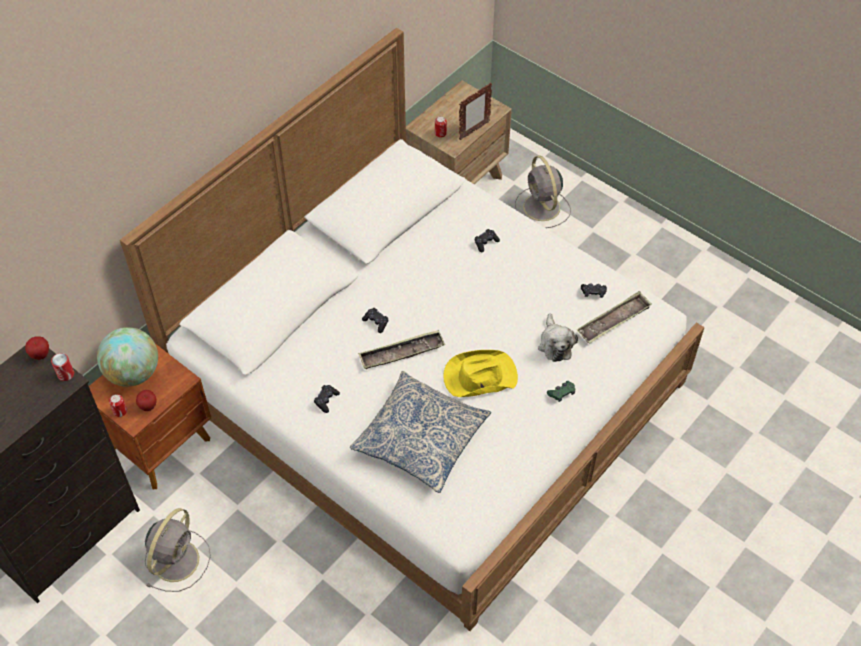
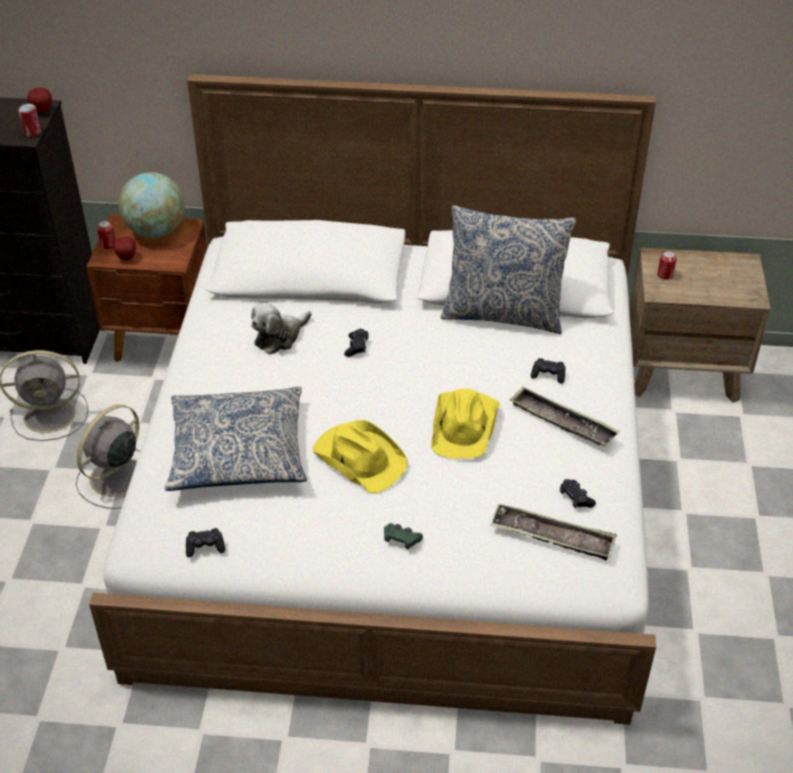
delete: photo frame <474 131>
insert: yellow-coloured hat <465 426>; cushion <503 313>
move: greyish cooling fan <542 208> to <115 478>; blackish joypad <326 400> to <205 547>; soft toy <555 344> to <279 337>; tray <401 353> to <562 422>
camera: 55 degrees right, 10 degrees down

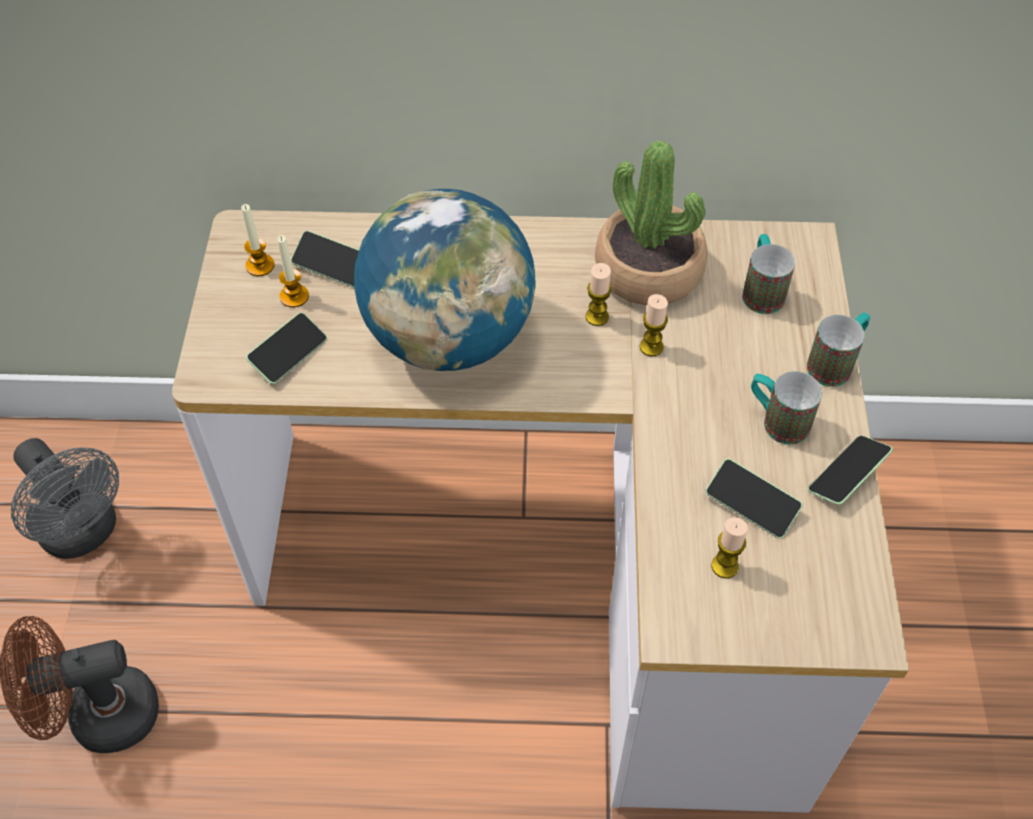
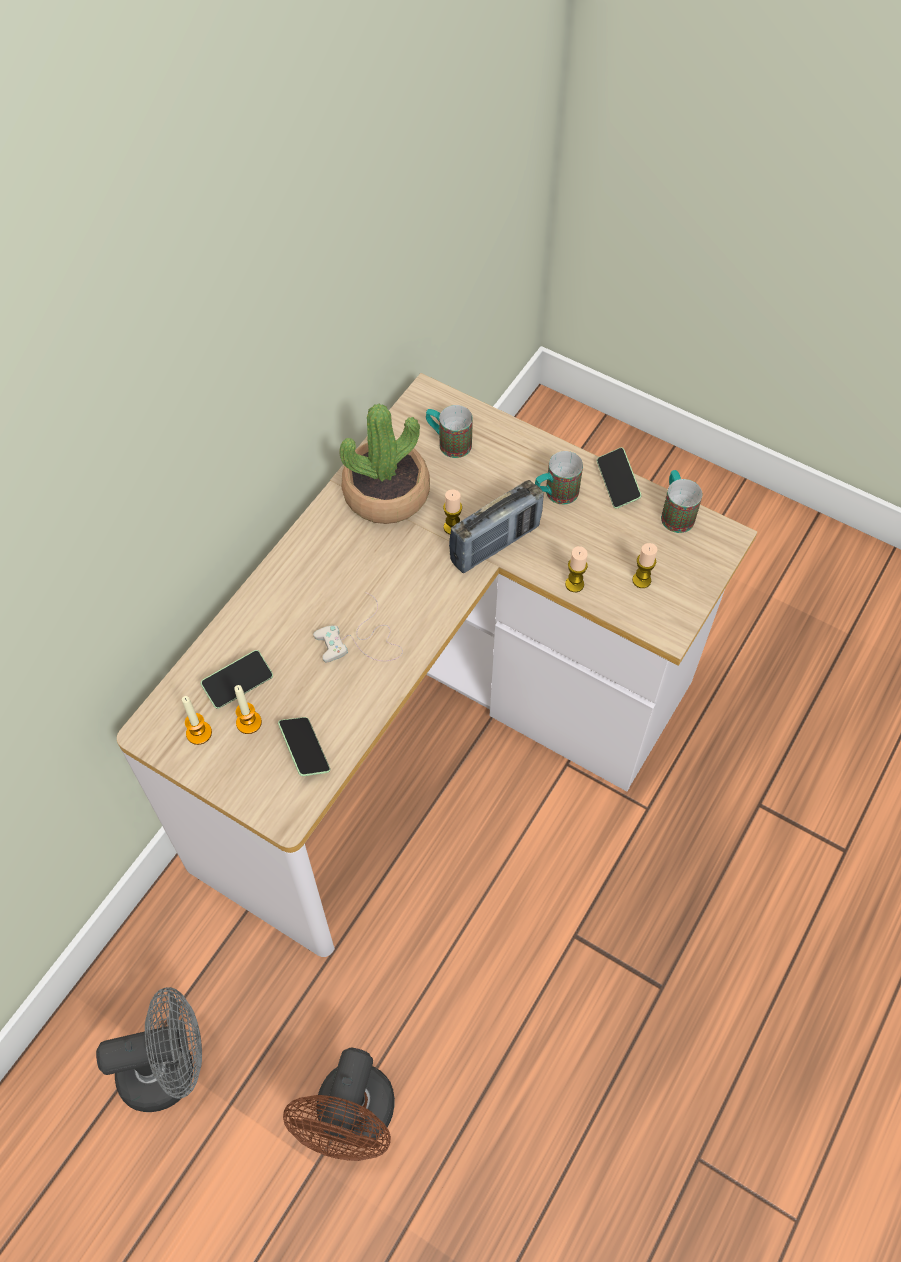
delete: phone <751 505>
insert: radio receiver <495 544>
move: wax candle <597 317> to <574 584>; mug <835 363> to <675 513>
replace: globe <449 338> to white-coloured joypad <361 640>
camera: 60 degrees left, 5 degrees up

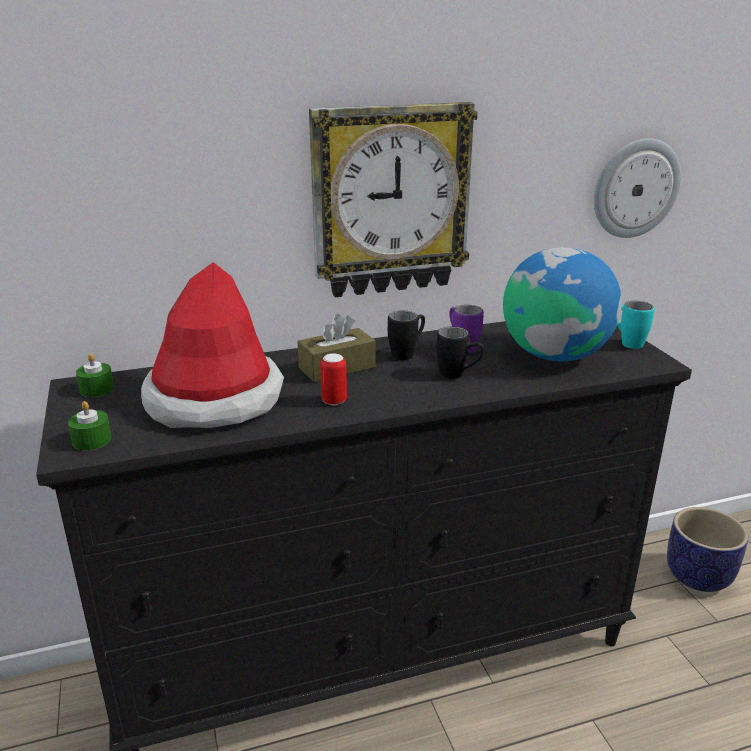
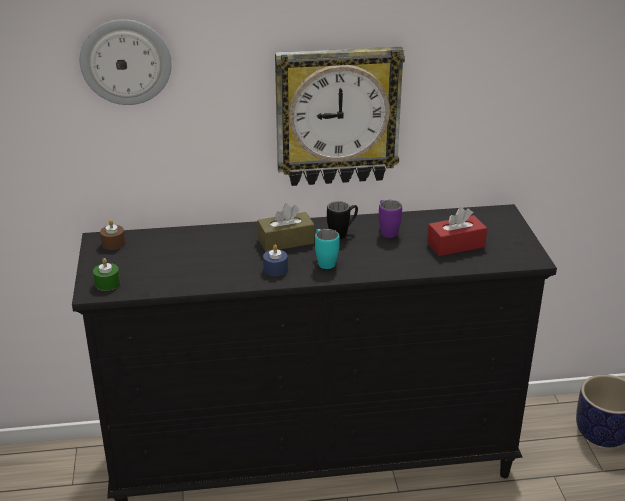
delete: hat <214 399>; blackish mug <458 375>
move: hanging clock <635 188> to <126 62>; turquoise-coloured mug <626 342> to <324 261>
replace: can <334 401> to blue-coloured wax candle <275 269>; globe <554 355> to red tissue box <456 245>
recolor: green wax candle <97 389> to brown wax candle <113 244>
camera: 10 degrees right, 5 degrees up

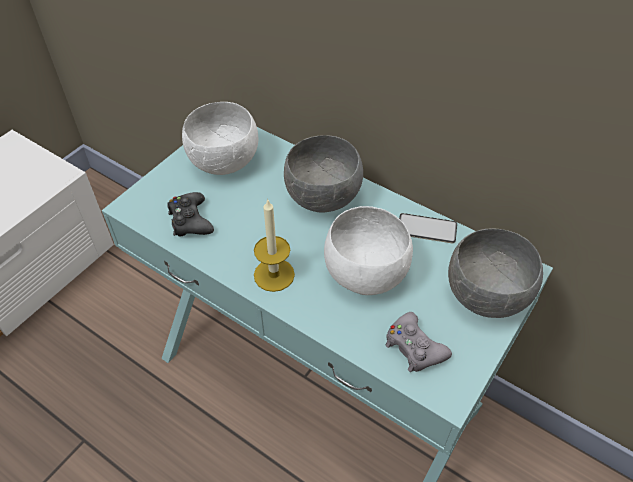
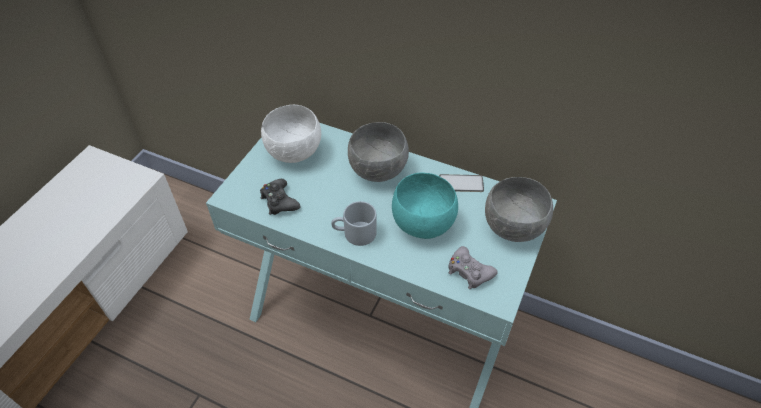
replace: wax candle <274 275> to greyish mug <354 233>
recolor: white-coloured bowl <364 273> to turquoise-coloured bowl <421 223>
camera: 10 degrees left, 0 degrees up

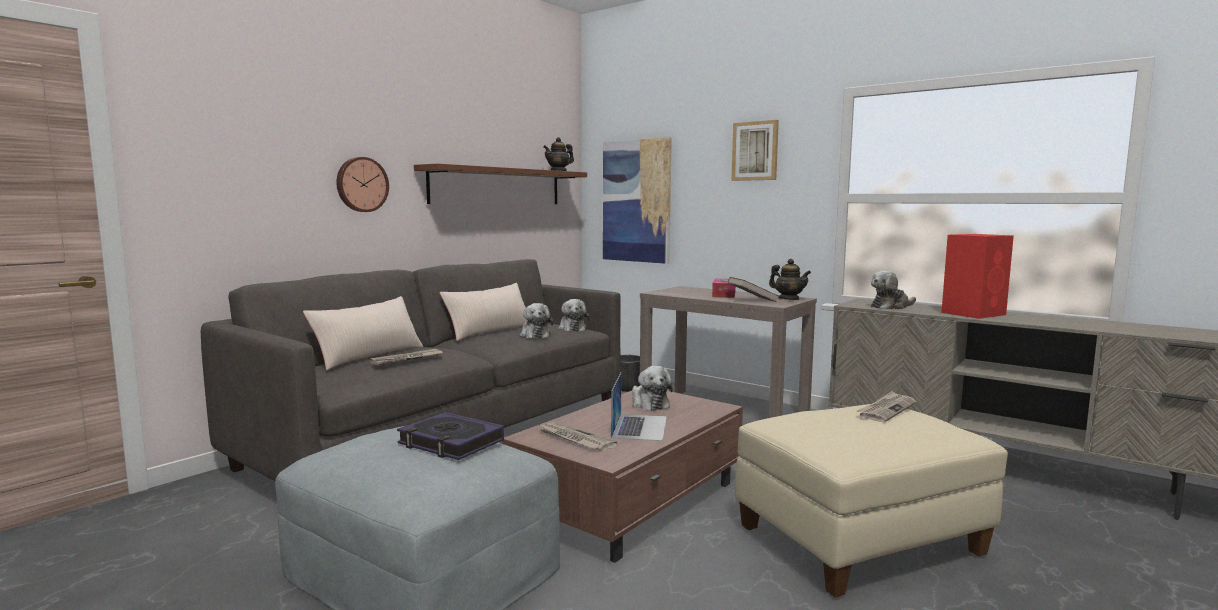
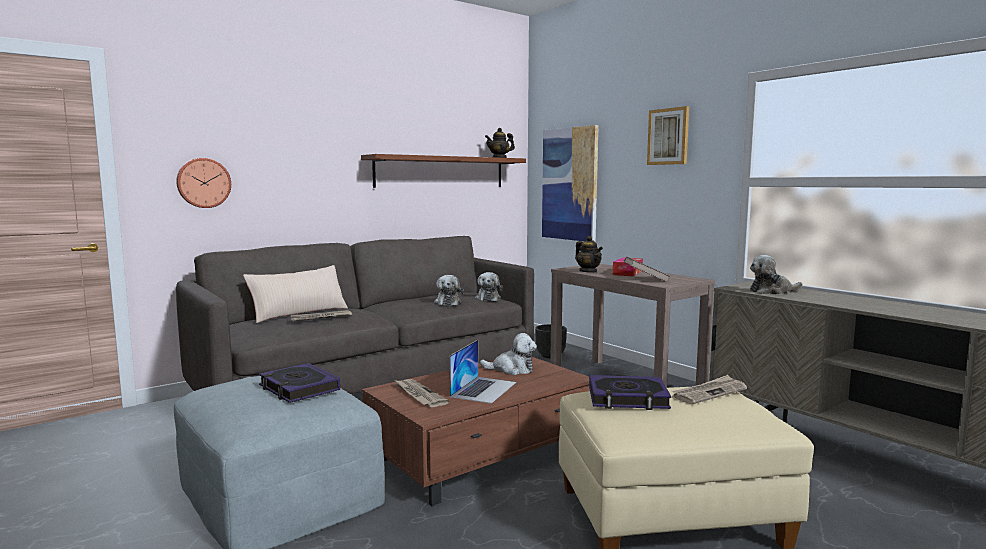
delete: beige cushion <489 331>; red audio speaker <974 313>
insert: bound book <627 398>
move: hanging clock <361 184> to <203 183>; pot for tea <789 299> to <588 271>
rotate: soft toy <649 403> = <512 369> 75 degrees counterclockwise
camera: 15 degrees right, 0 degrees up

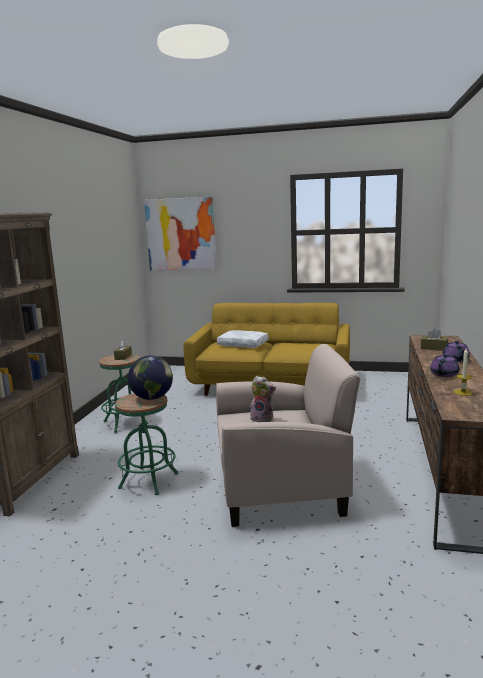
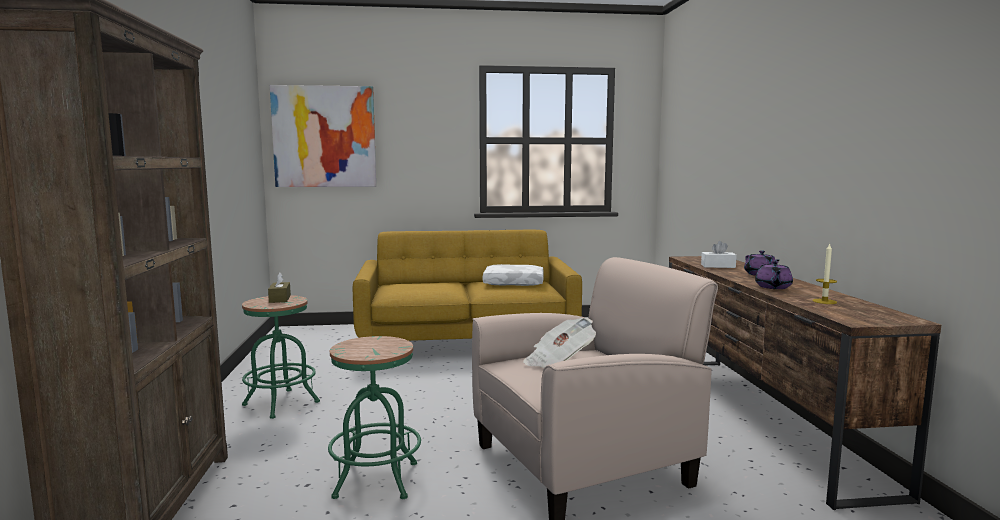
delete: globe <152 398>
move: white-coloured cushion <243 344> to <514 283>
replace: soft toy <263 418> to printed paper <558 361>
recolor: brown tissue box <434 348> to white-coloured tissue box <718 266>
camera: 20 degrees left, 5 degrees down

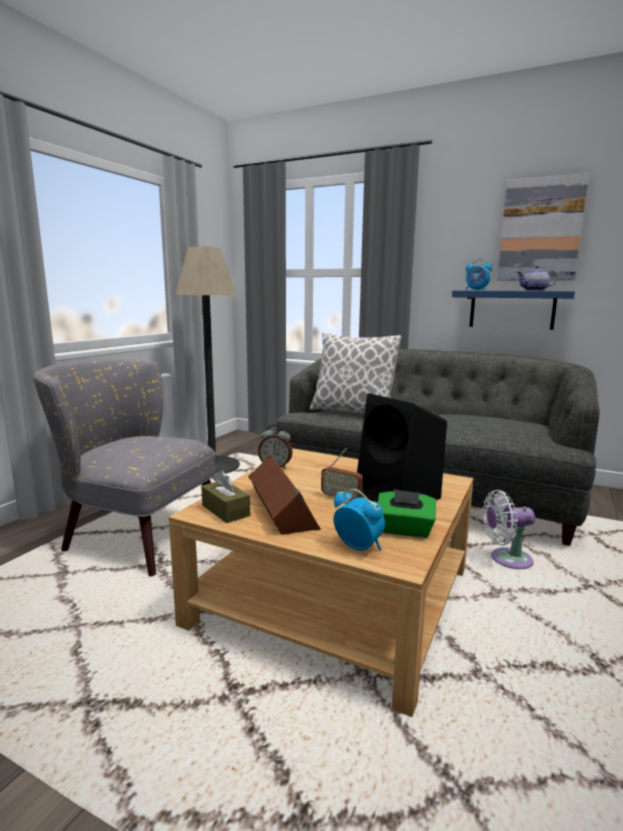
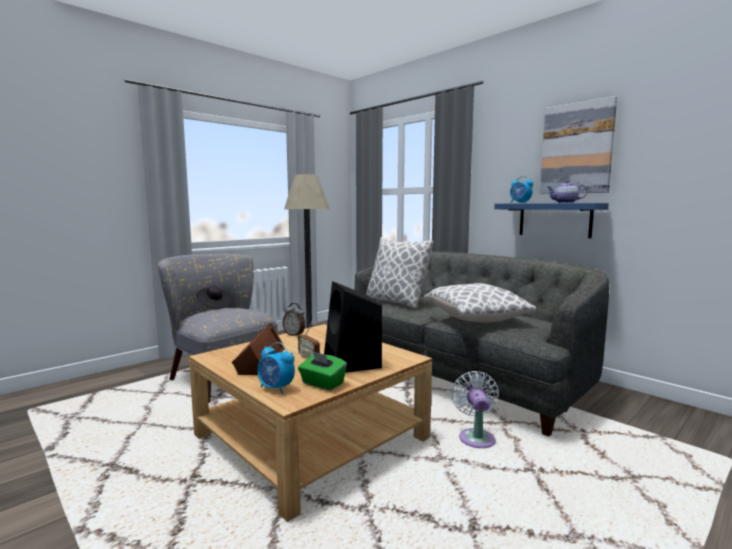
delete: brown tissue box <225 510>
insert: blackish hat <214 306>; cushion <475 319>
rotate: table clock <358 546> = <276 388> 150 degrees clockwise; white-coloured cooling fan <506 560> = <476 437> 75 degrees clockwise
camera: 20 degrees right, 5 degrees down

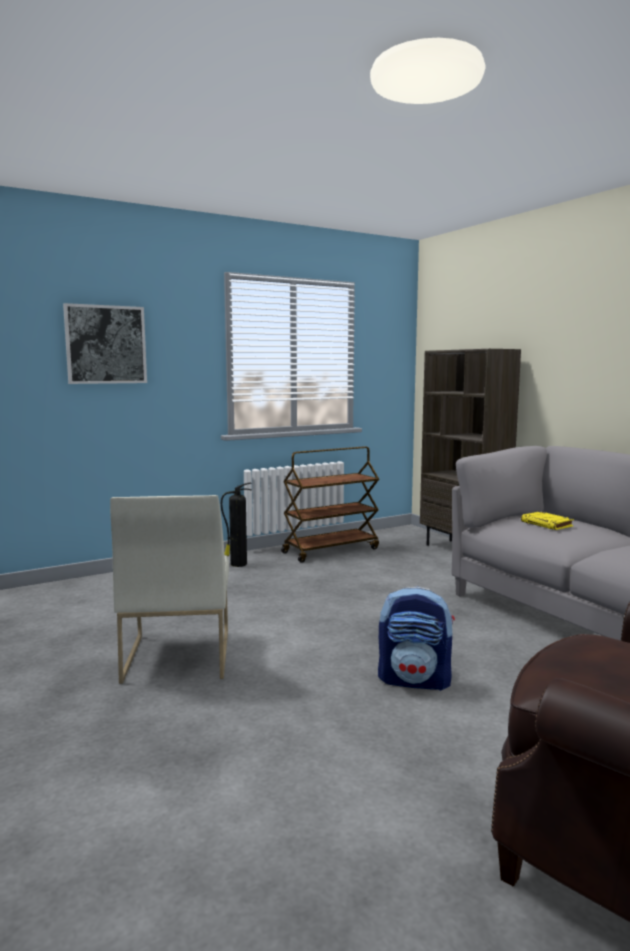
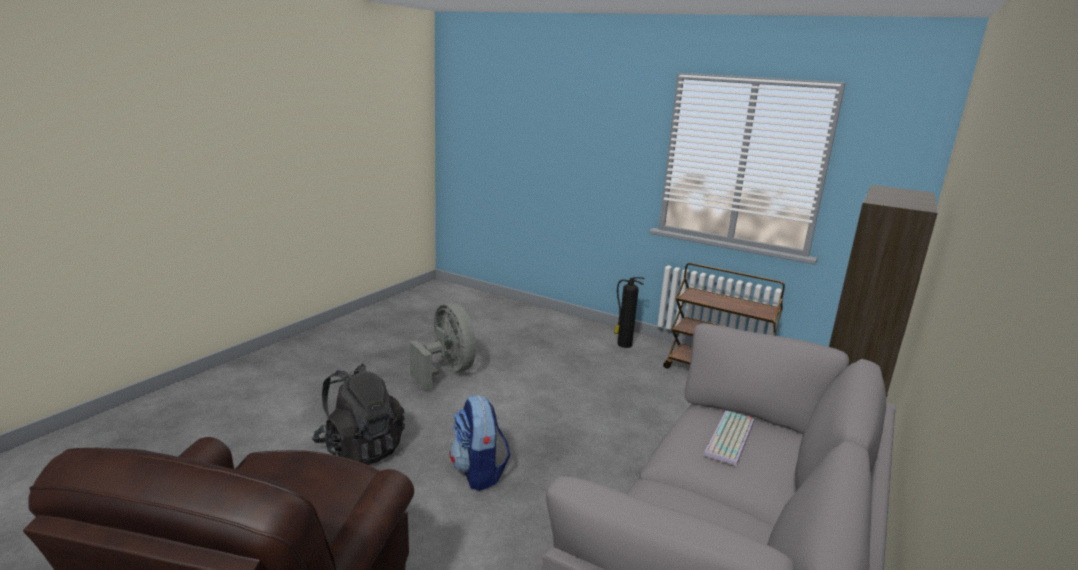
delete: wall art <106 344>
insert: blackish backpack <360 448>
replace: white-coloured plain chair <177 655> to greyish cooling fan <446 371>; yellow-coloured bound book <547 524> to computer keyboard <731 439>
camera: 60 degrees right, 10 degrees up

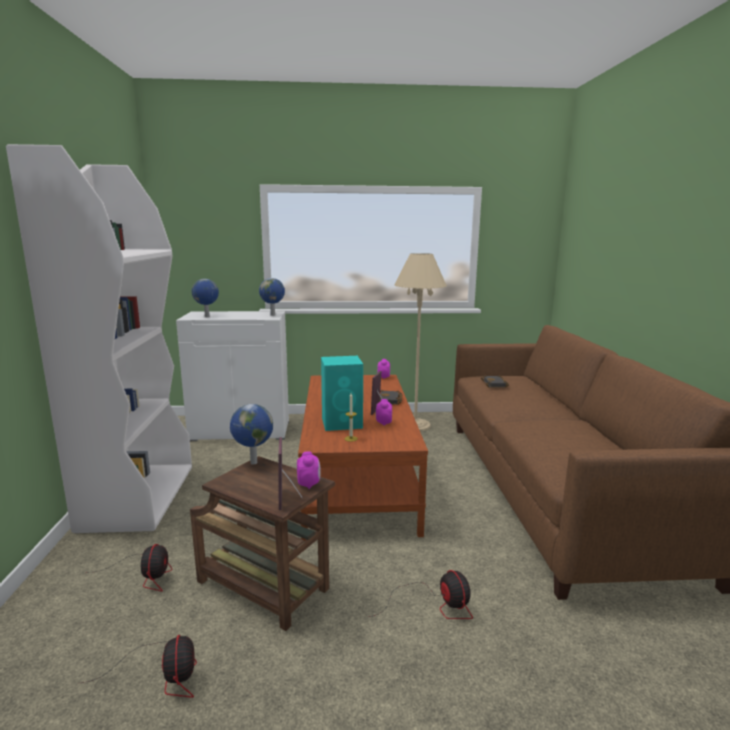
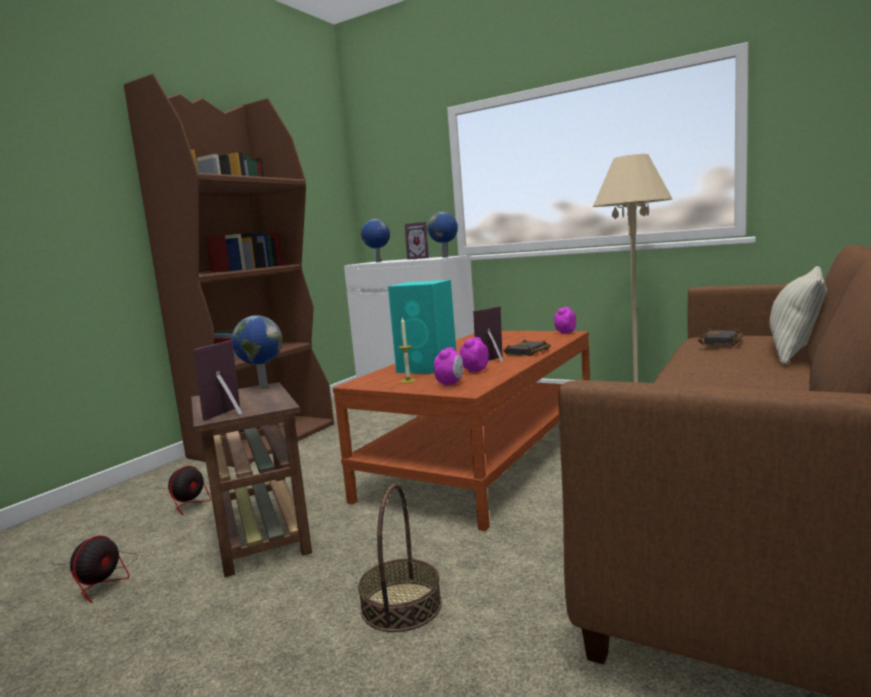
insert: photo frame <420 258>; cushion <798 350>
move: table clock <309 484> to <450 384>
replace: cooling fan <435 605> to basket <401 606>
recolor: white-coloured bookshelf <138 496> to brown bookshelf <264 440>
camera: 35 degrees right, 5 degrees down

